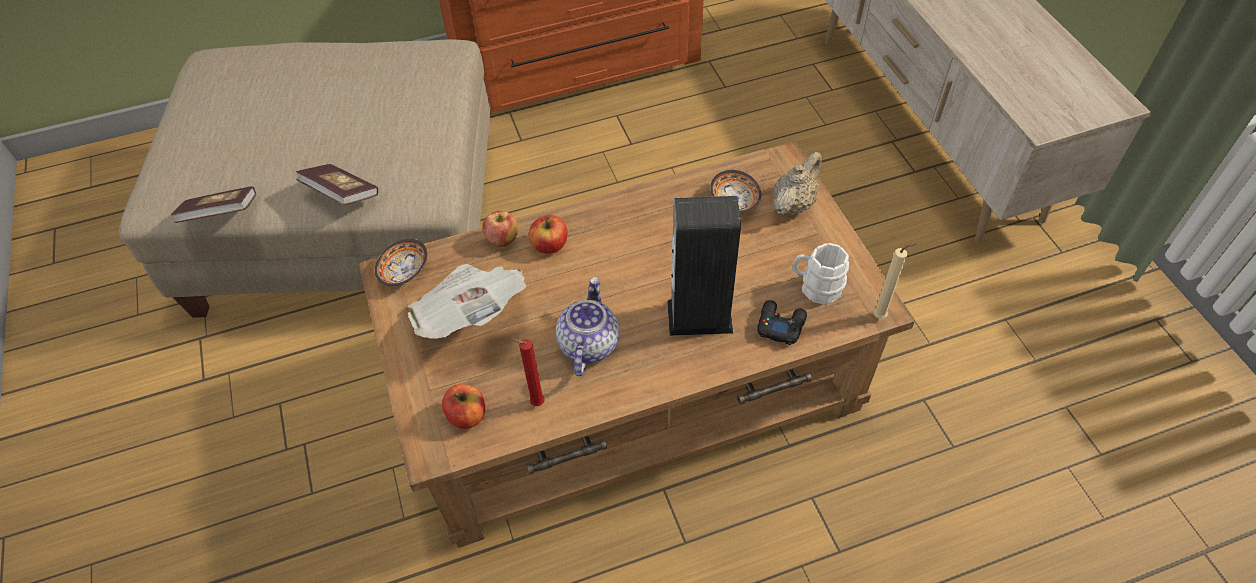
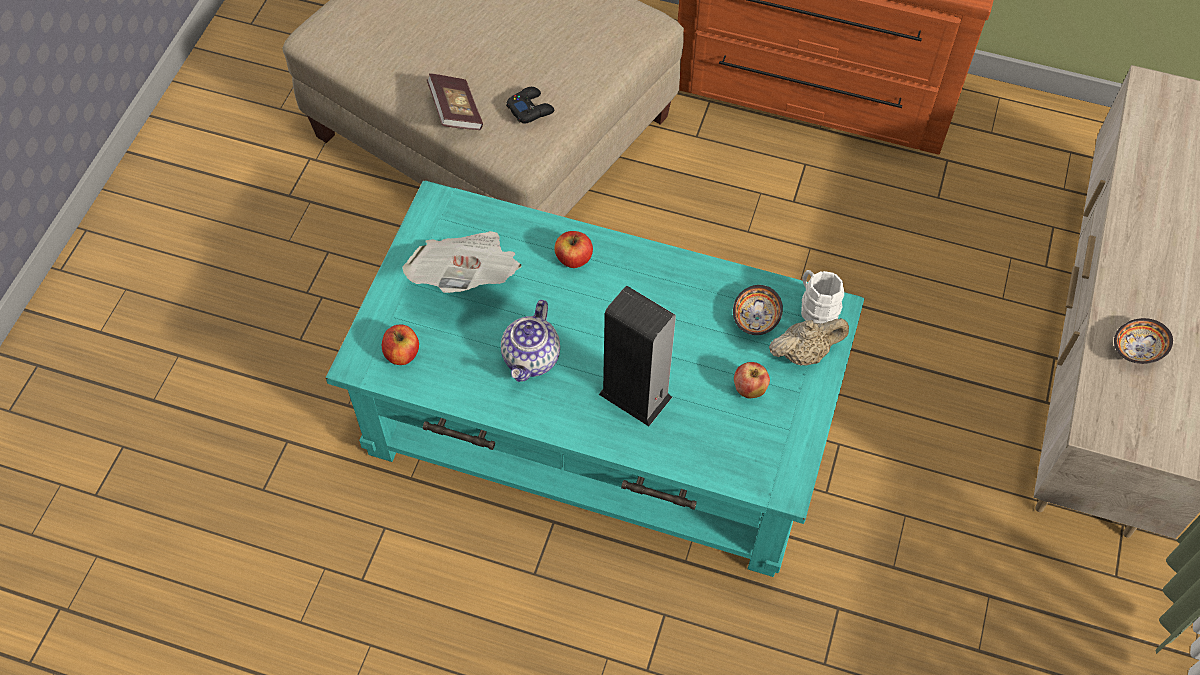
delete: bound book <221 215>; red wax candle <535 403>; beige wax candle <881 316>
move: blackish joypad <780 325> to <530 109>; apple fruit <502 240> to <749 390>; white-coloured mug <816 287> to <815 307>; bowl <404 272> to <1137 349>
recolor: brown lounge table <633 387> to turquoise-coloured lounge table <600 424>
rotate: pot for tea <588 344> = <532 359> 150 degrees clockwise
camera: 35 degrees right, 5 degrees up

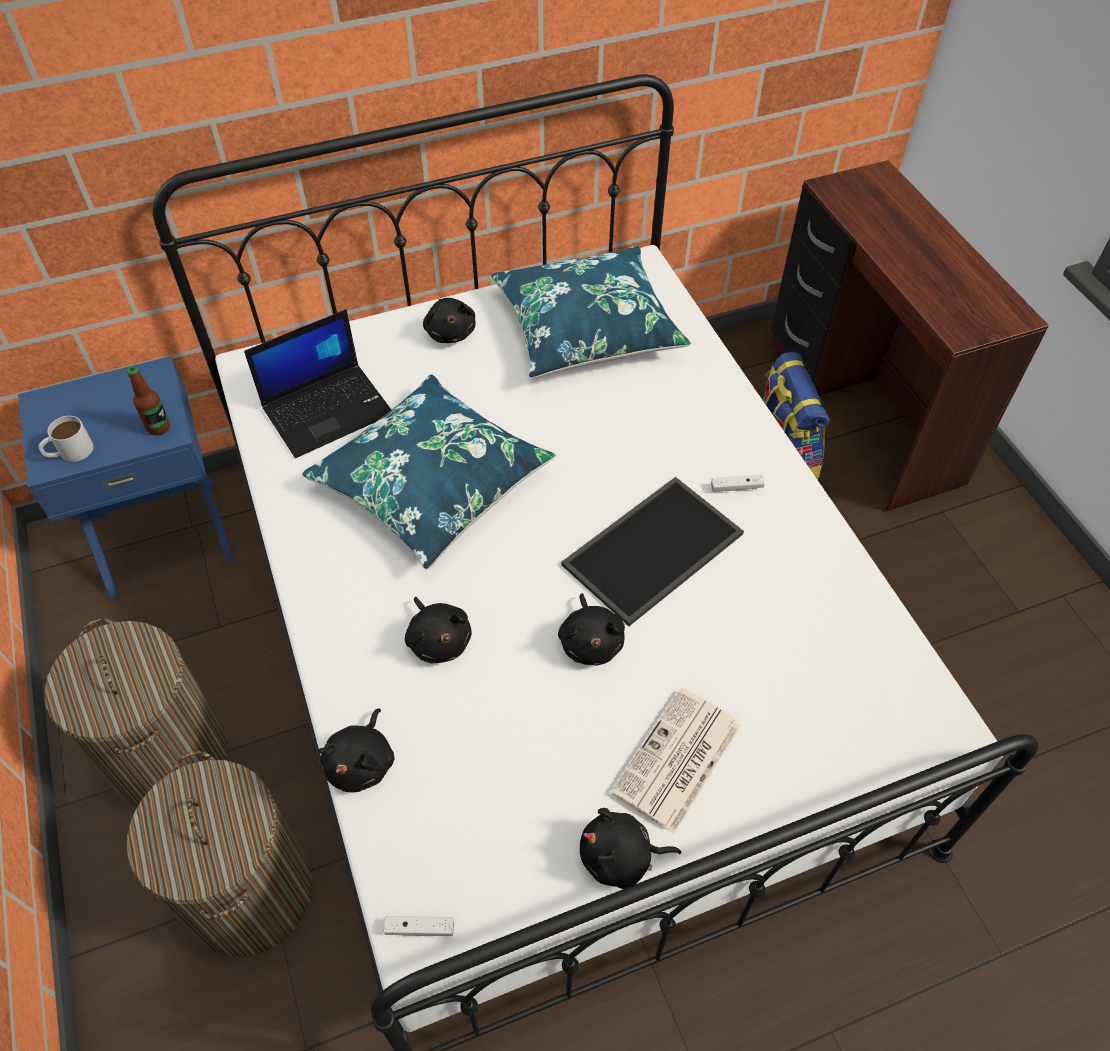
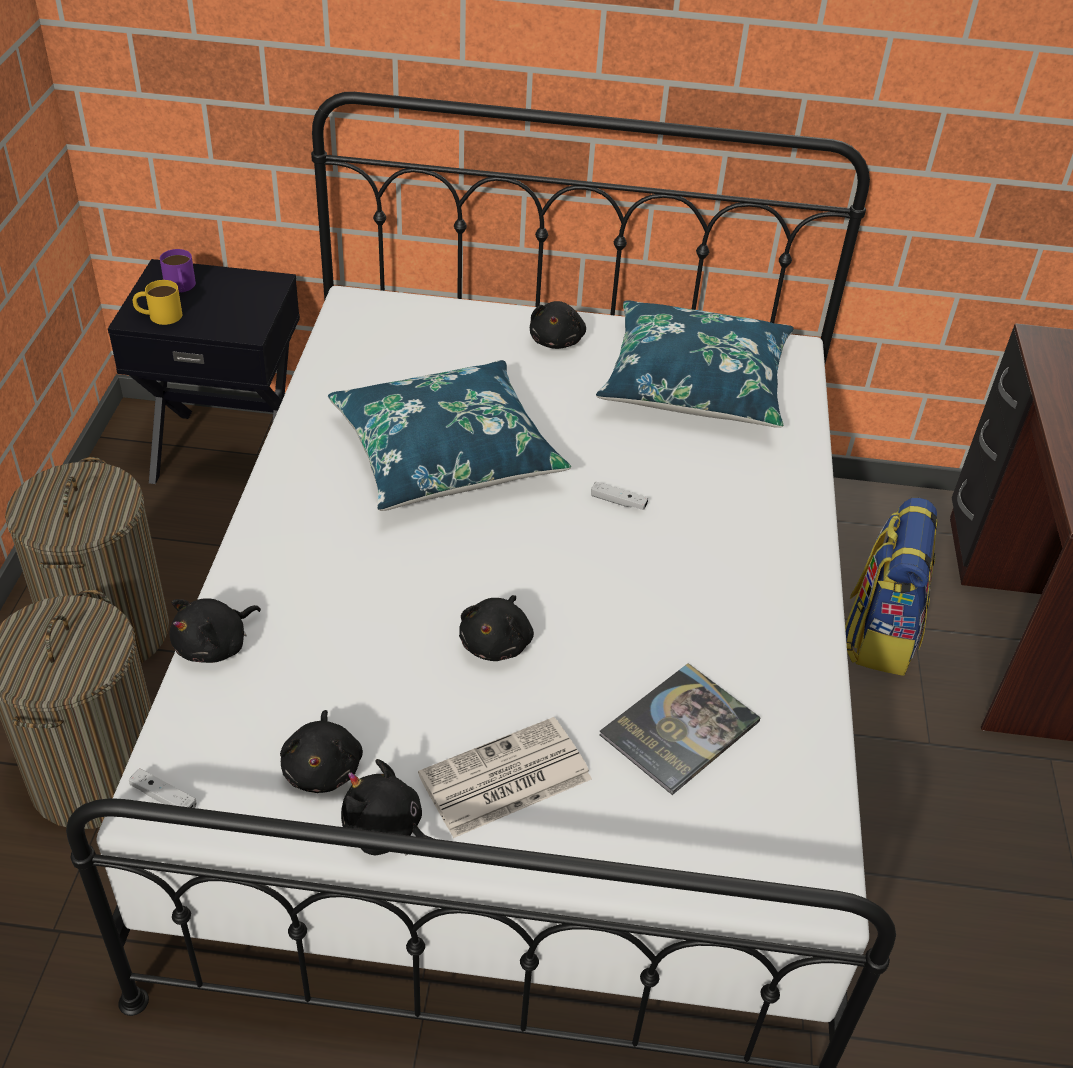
delete: beverage bottle <158 427>; notebook computer <328 409>; tray <653 552>
insert: purplish mug <180 287>; bound book <679 729>
move: blackish soft toy <439 640> to <323 768>; white-coloured joypad <736 487> to <618 501>
recolor: blue-coloured bedside table <163 534> to blackish bedside table <228 451>; white-coloured mug <69 452> to yellow-coloured mug <159 315>
camera: 25 degrees right, 10 degrees down

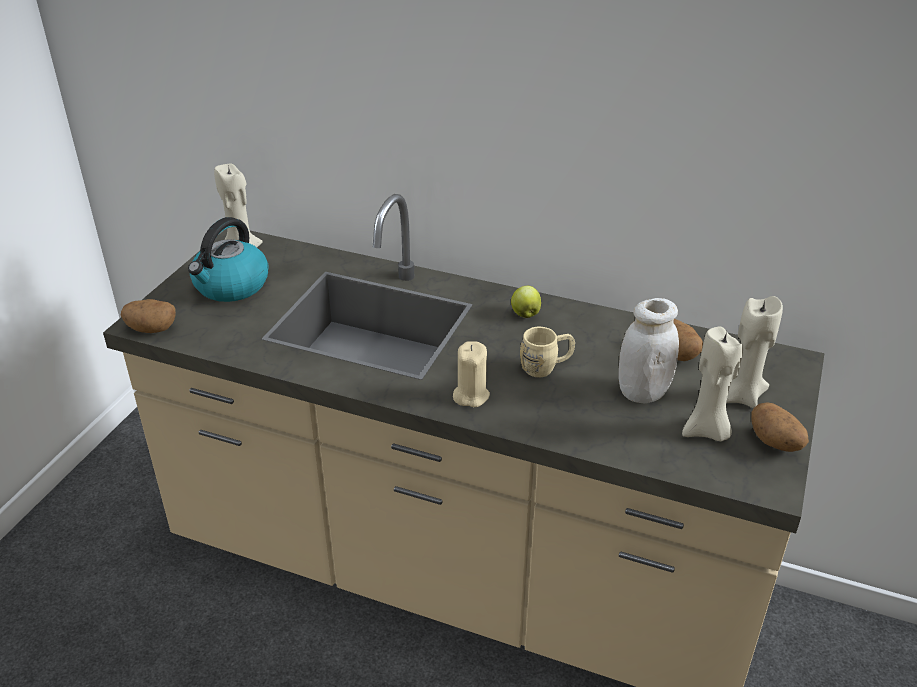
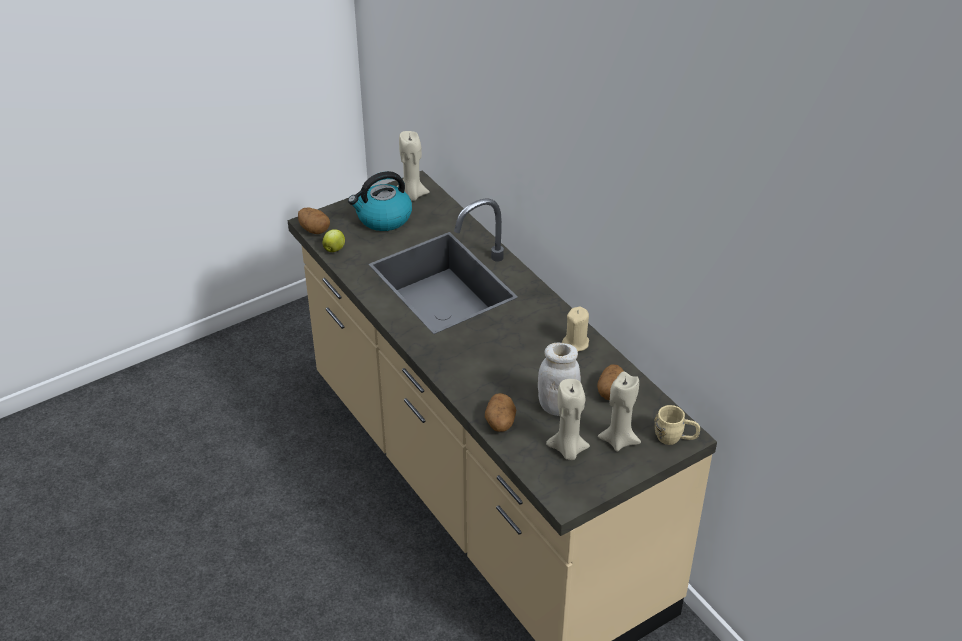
move: apple fruit <525 314> to <334 249>; potato <775 443> to <500 423>; beige wax candle <470 395> to <576 343>; beige mug <546 367> to <675 438>
camera: 35 degrees right, 5 degrees up

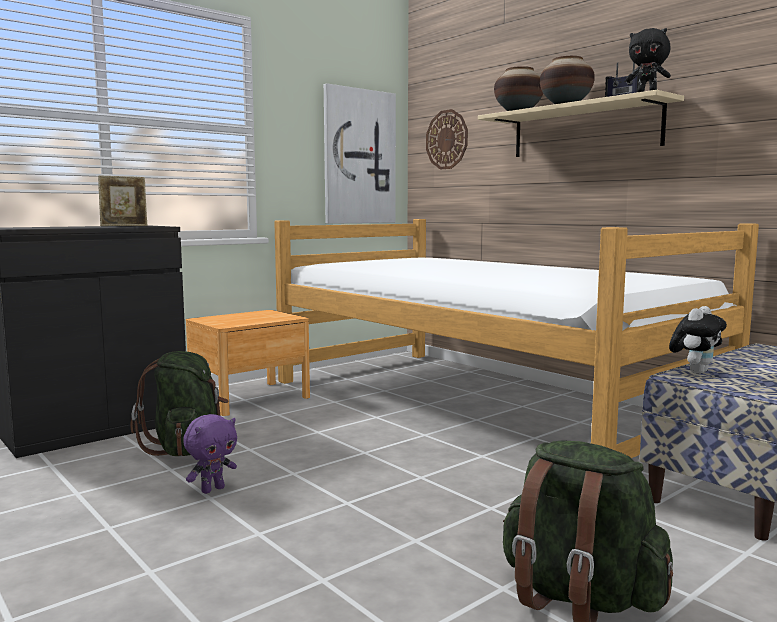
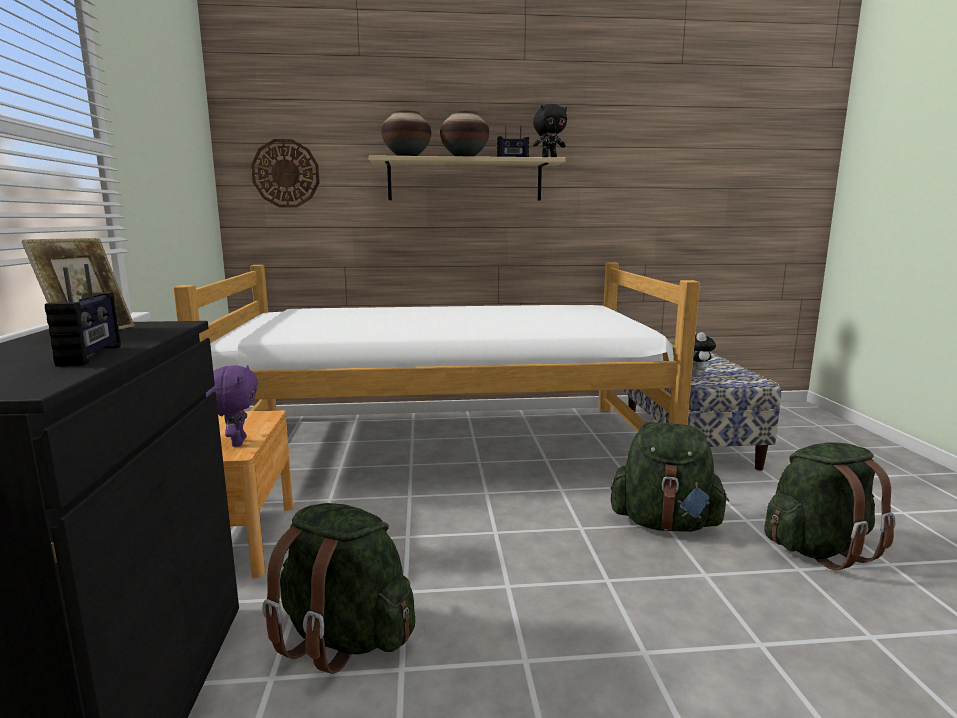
delete: wall art <359 157>
insert: radio receiver <92 356>; green backpack <665 523>
move: purplish soft toy <212 489> to <237 442>
camera: 55 degrees left, 5 degrees up

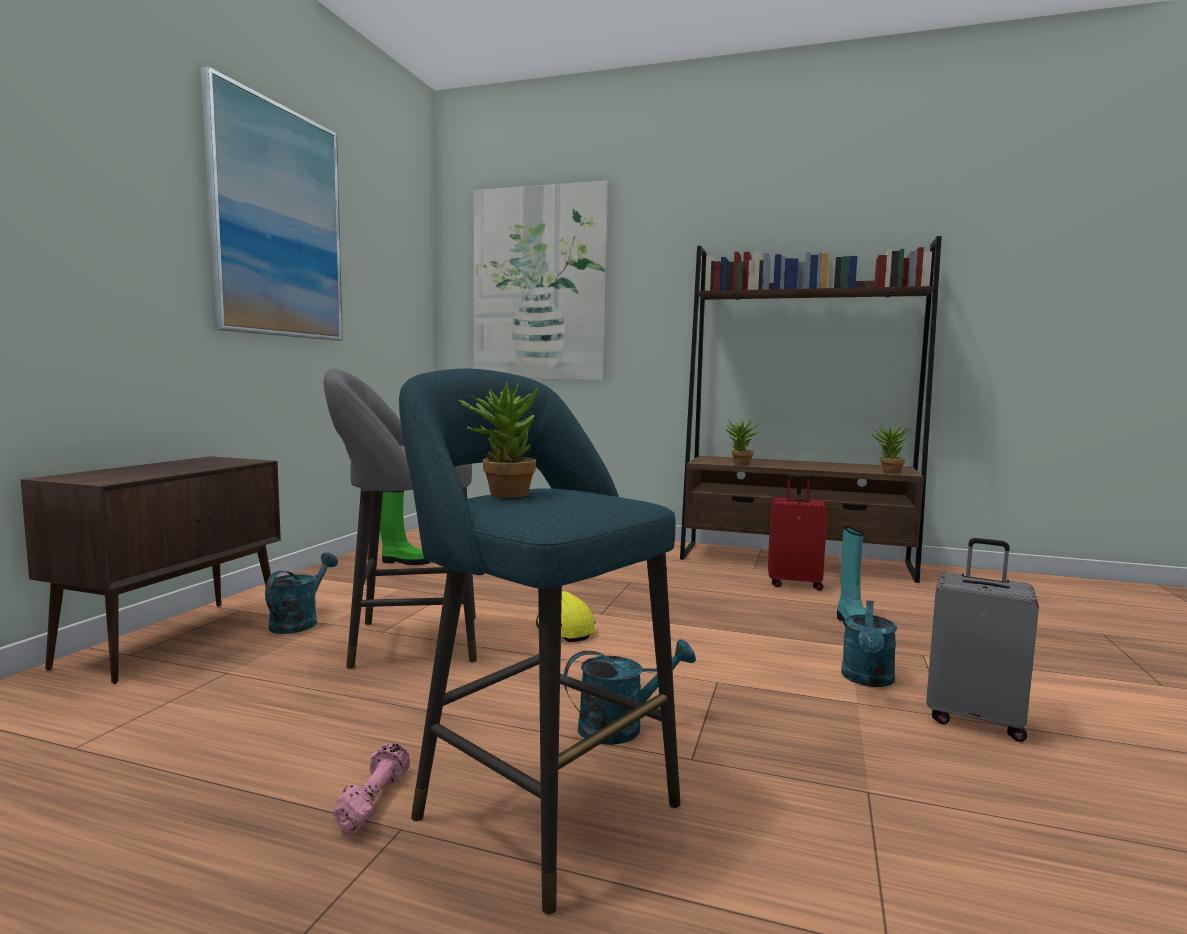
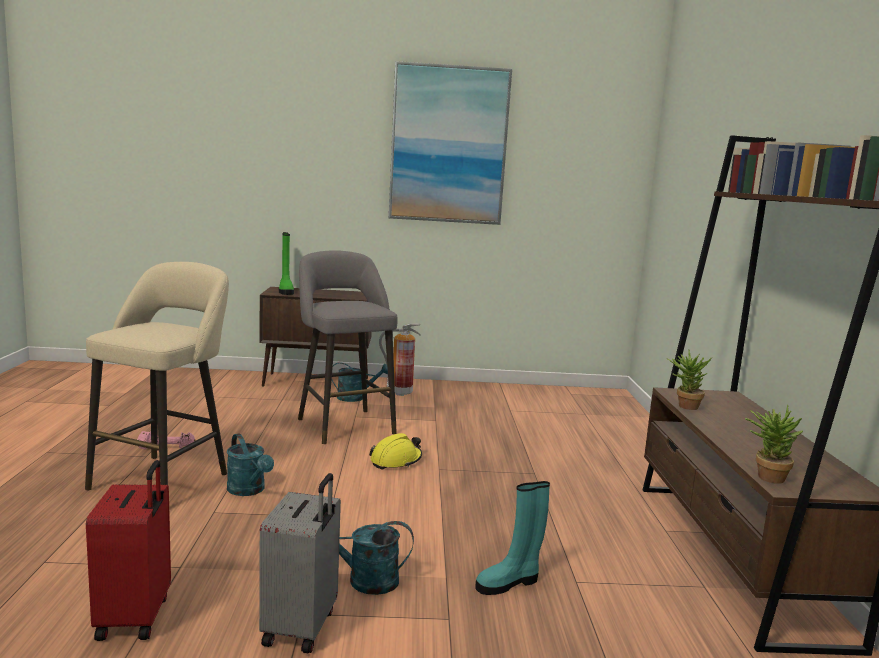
delete: plant in a pot <501 494>; wall art <539 284>
insert: extinguisher <400 393>
move: red suitcase <794 584> to <136 617>; green boot <404 562> to <285 291>
recolor: turquoise-coloured sitting stool <536 805> to beige sitting stool <164 478>
camera: 70 degrees right, 5 degrees up

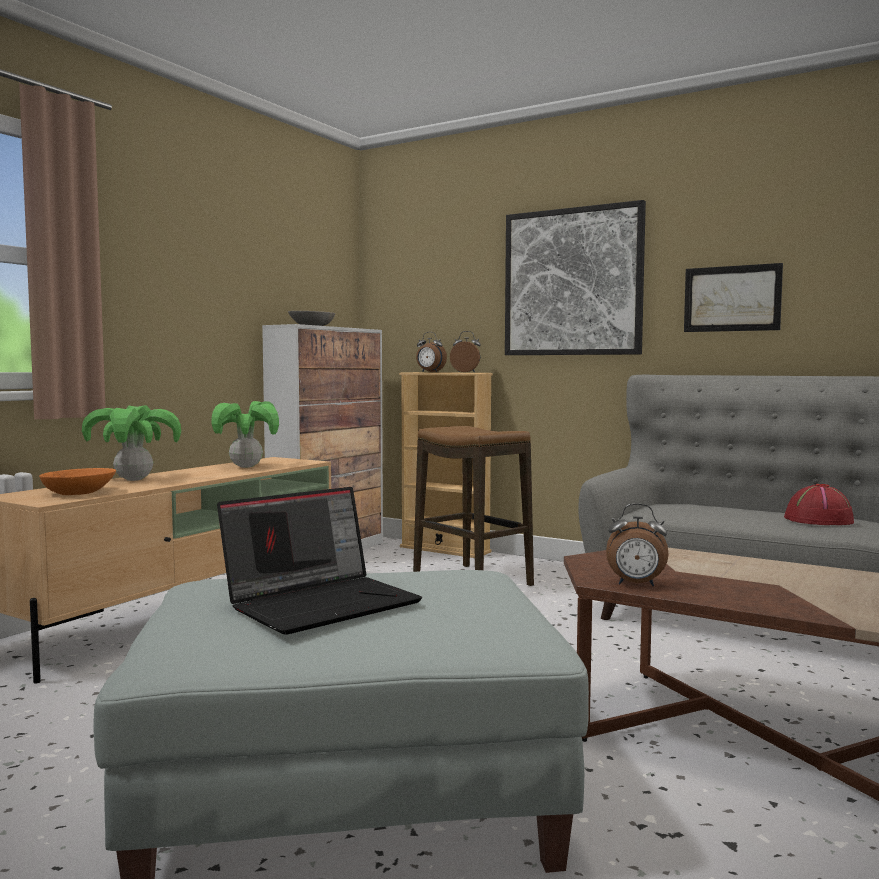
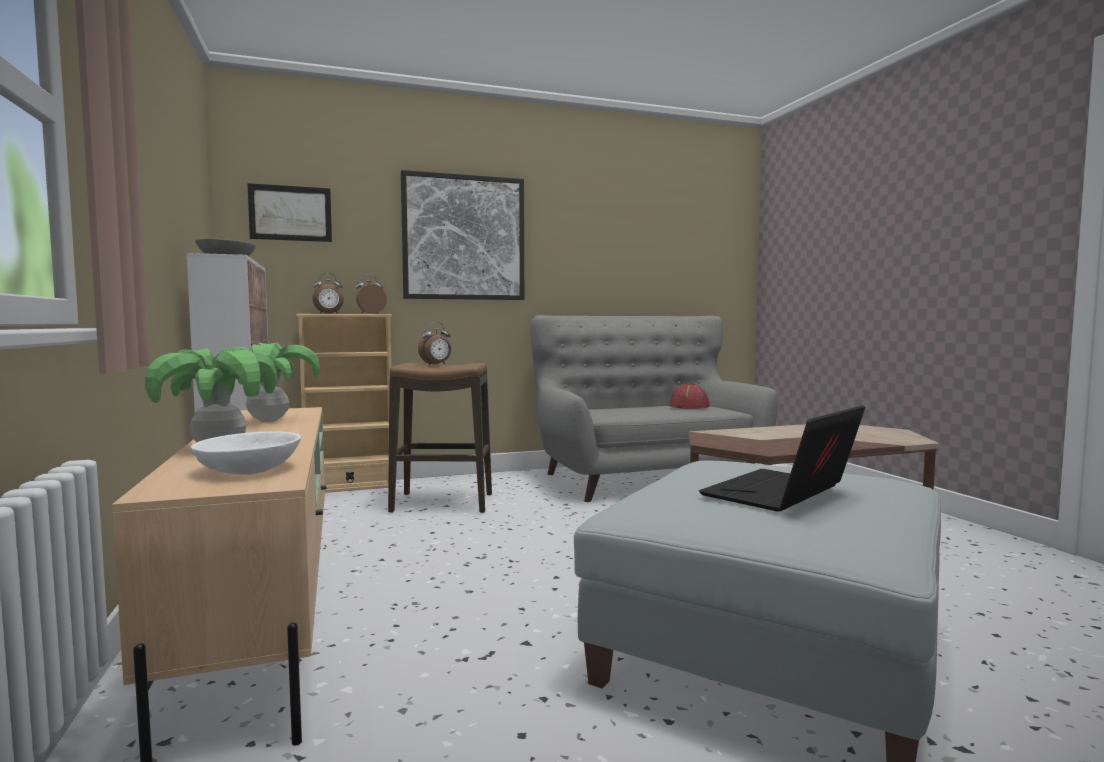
move: wall art <732 298> to <290 213>; table clock <636 584> to <436 364>
recolor: orange-coloured bowl <79 493> to white-coloured bowl <249 469>
rotate: notebook computer <322 603> = <781 494> 135 degrees counterclockwise
camera: 50 degrees left, 0 degrees up

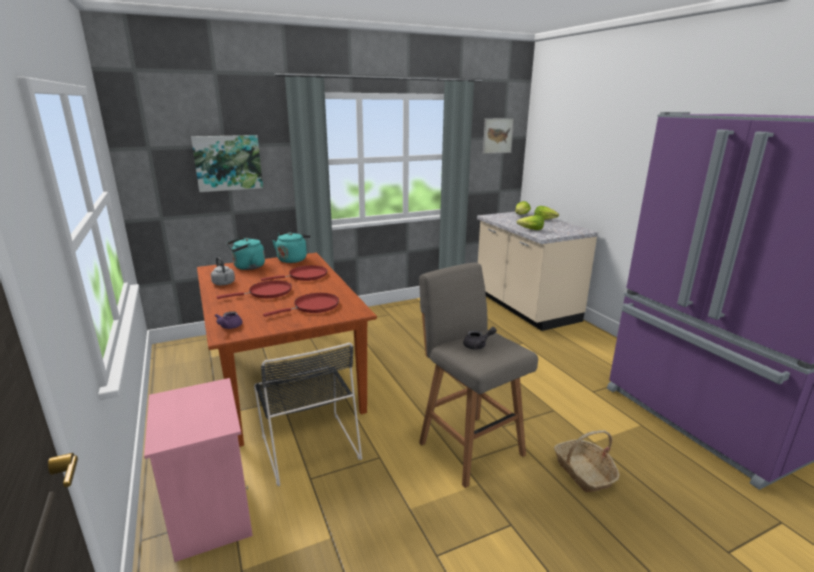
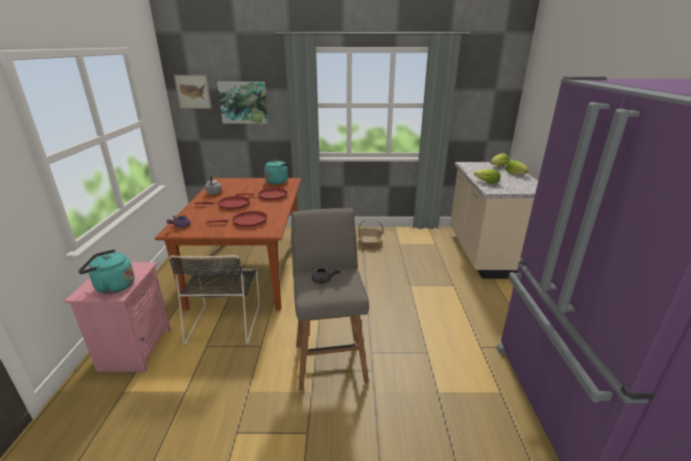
move: turquoise-coloured kettle <247 267> to <112 286>; wall art <497 135> to <193 91>; basket <584 472> to <369 241>
camera: 25 degrees right, 5 degrees up

